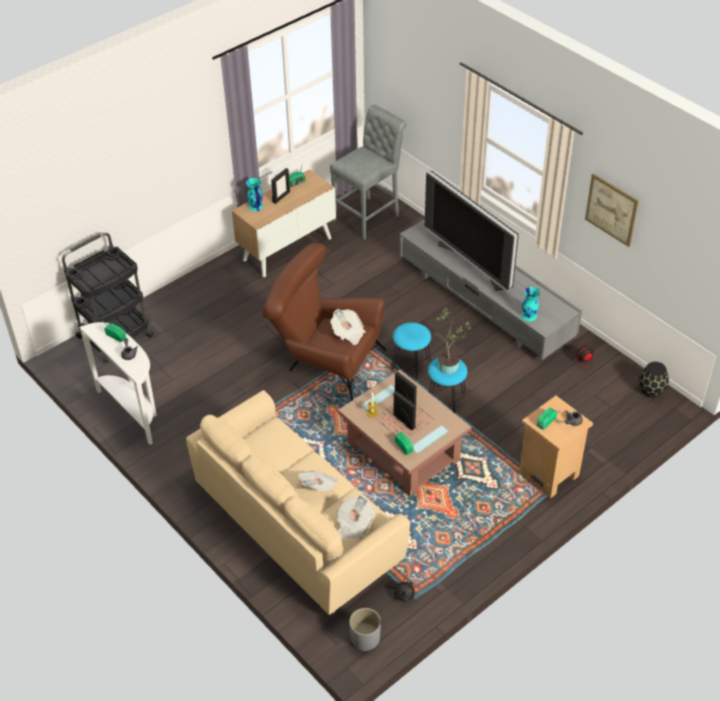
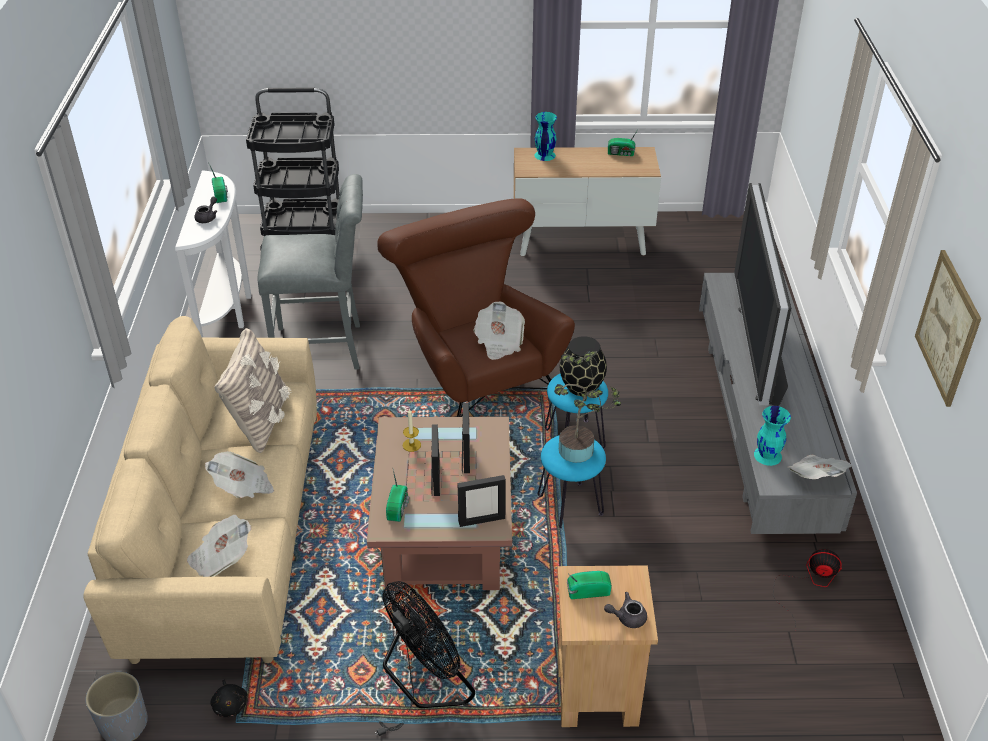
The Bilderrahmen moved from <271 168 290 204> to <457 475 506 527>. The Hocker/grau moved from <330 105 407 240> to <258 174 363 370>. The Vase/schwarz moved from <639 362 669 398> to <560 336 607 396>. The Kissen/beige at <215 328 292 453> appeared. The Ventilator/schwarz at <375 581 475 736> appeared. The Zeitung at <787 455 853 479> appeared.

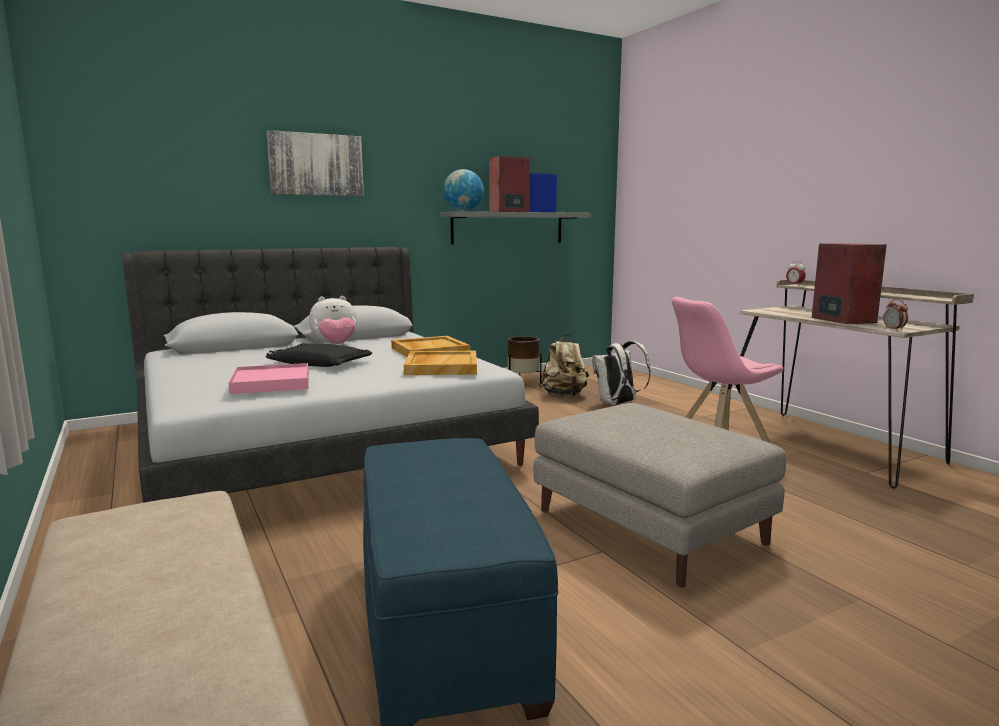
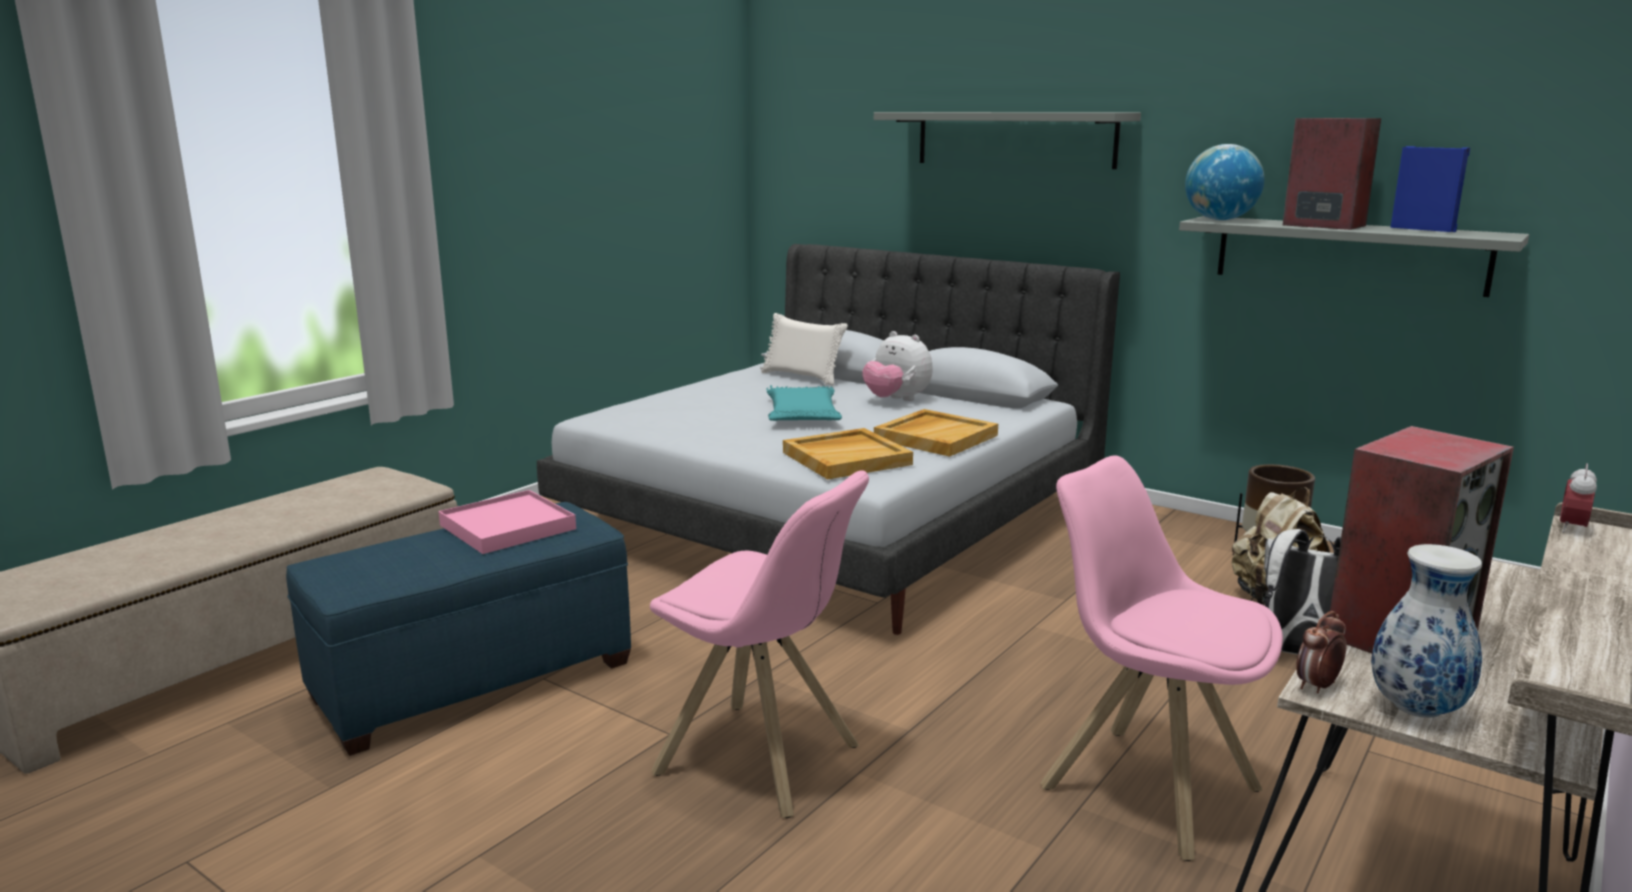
The Tablett/rosa moved from <228 363 309 394> to <439 490 576 554>. The Kissen/schwarz at <265 343 372 367> became the Kissen/türkis at <766 385 842 421>. The Bild at <266 130 364 196> was replaced by the Wandregal/grau at <874 112 1141 169>. The Polsterhocker/grau at <534 403 786 588> was replaced by the Stuhl/rosa at <650 470 869 818>. The Kissen/weiß at <761 313 848 386> appeared. The Vase at <1371 544 1482 718> appeared.

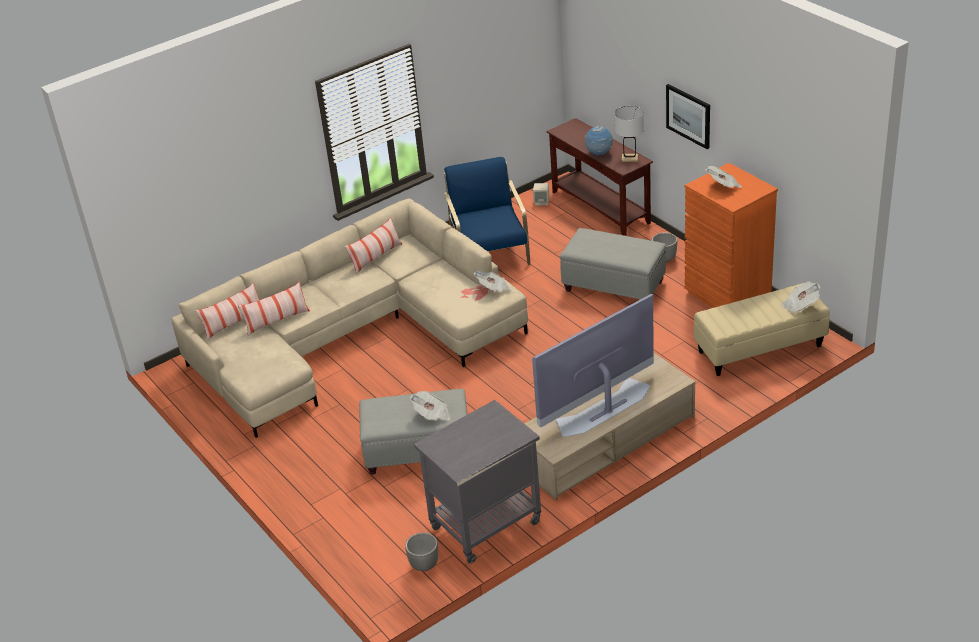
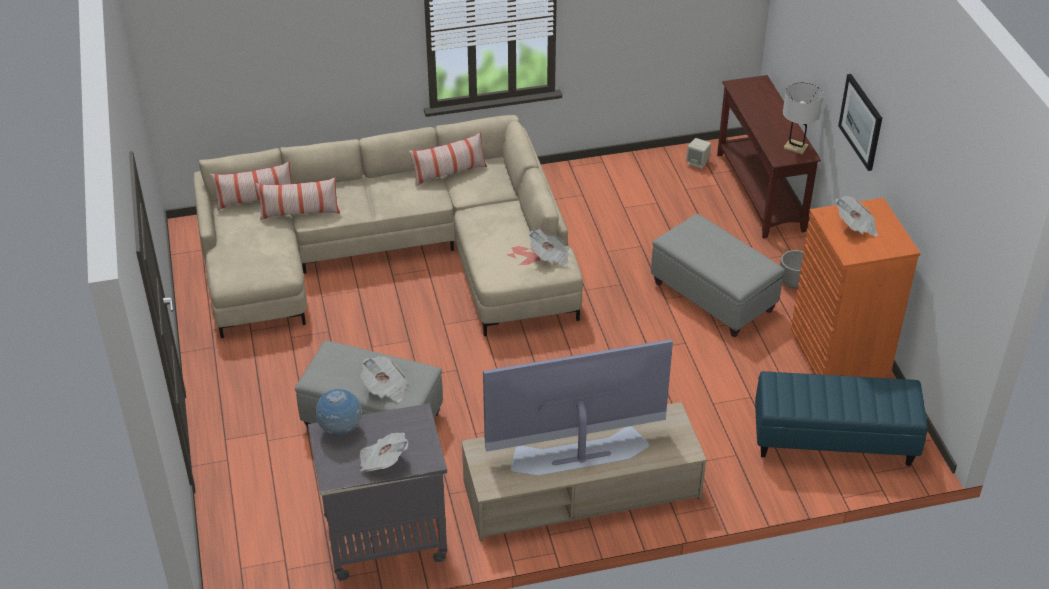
The Pflanzkübel at <405 532 438 571> disappeared. The Sessel/blau at <444 157 530 265> disappeared. The Globus moved from <585 126 613 155> to <315 389 362 435>. The Polsterhocker/beige at <694 283 830 376> became the Polsterhocker/blau at <755 371 928 466>. The Zeitung moved from <781 282 821 314> to <360 432 408 471>.

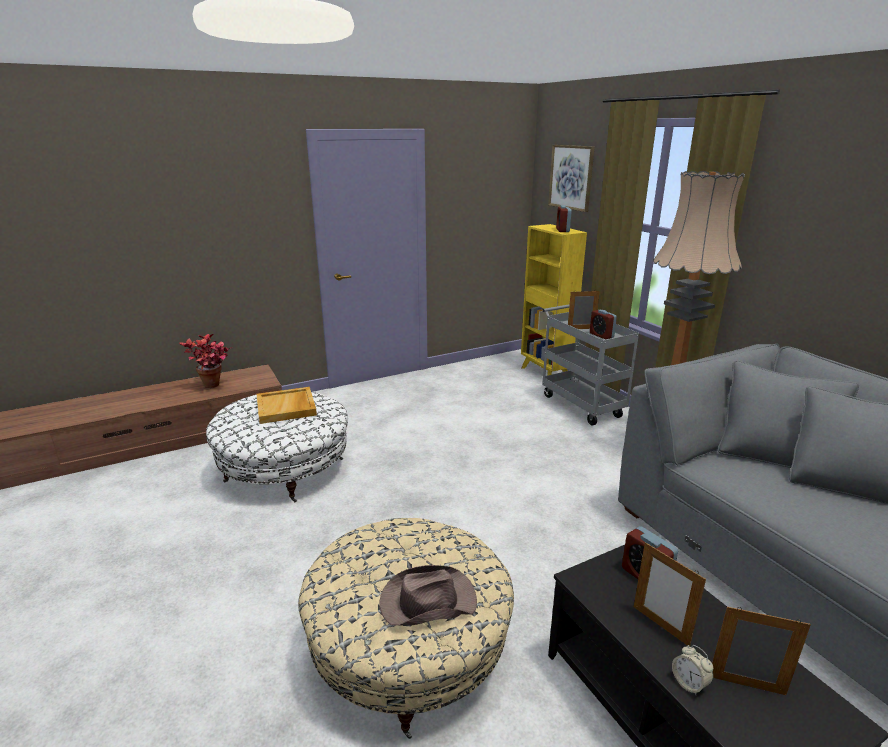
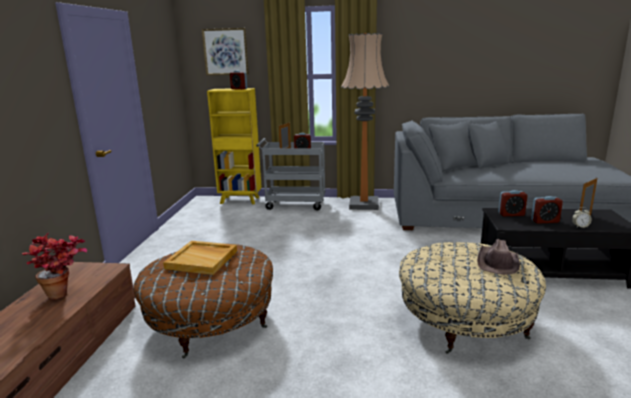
The Polsterhocker/weiß at <206 392 348 502> became the Polsterhocker/braun at <134 244 273 359>. The Bilderrahmen at <634 542 706 647> was replaced by the Wecker at <531 196 563 224>.

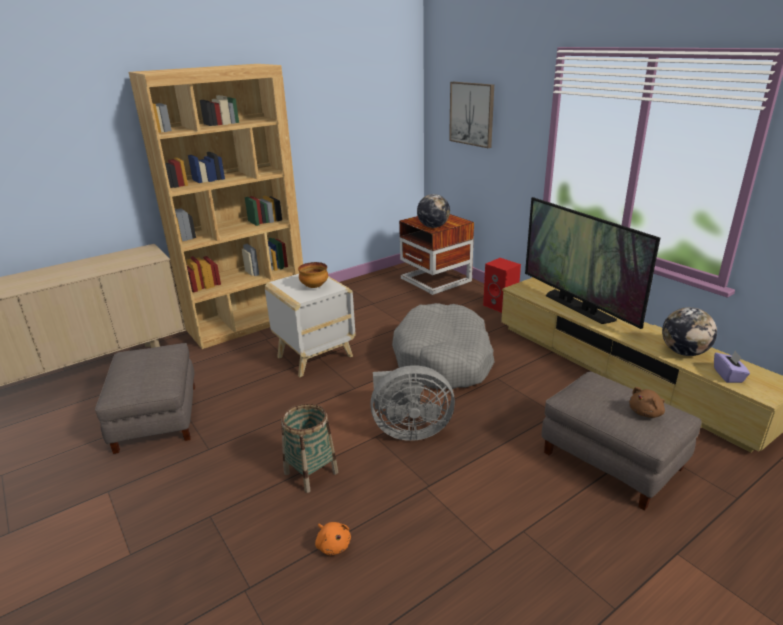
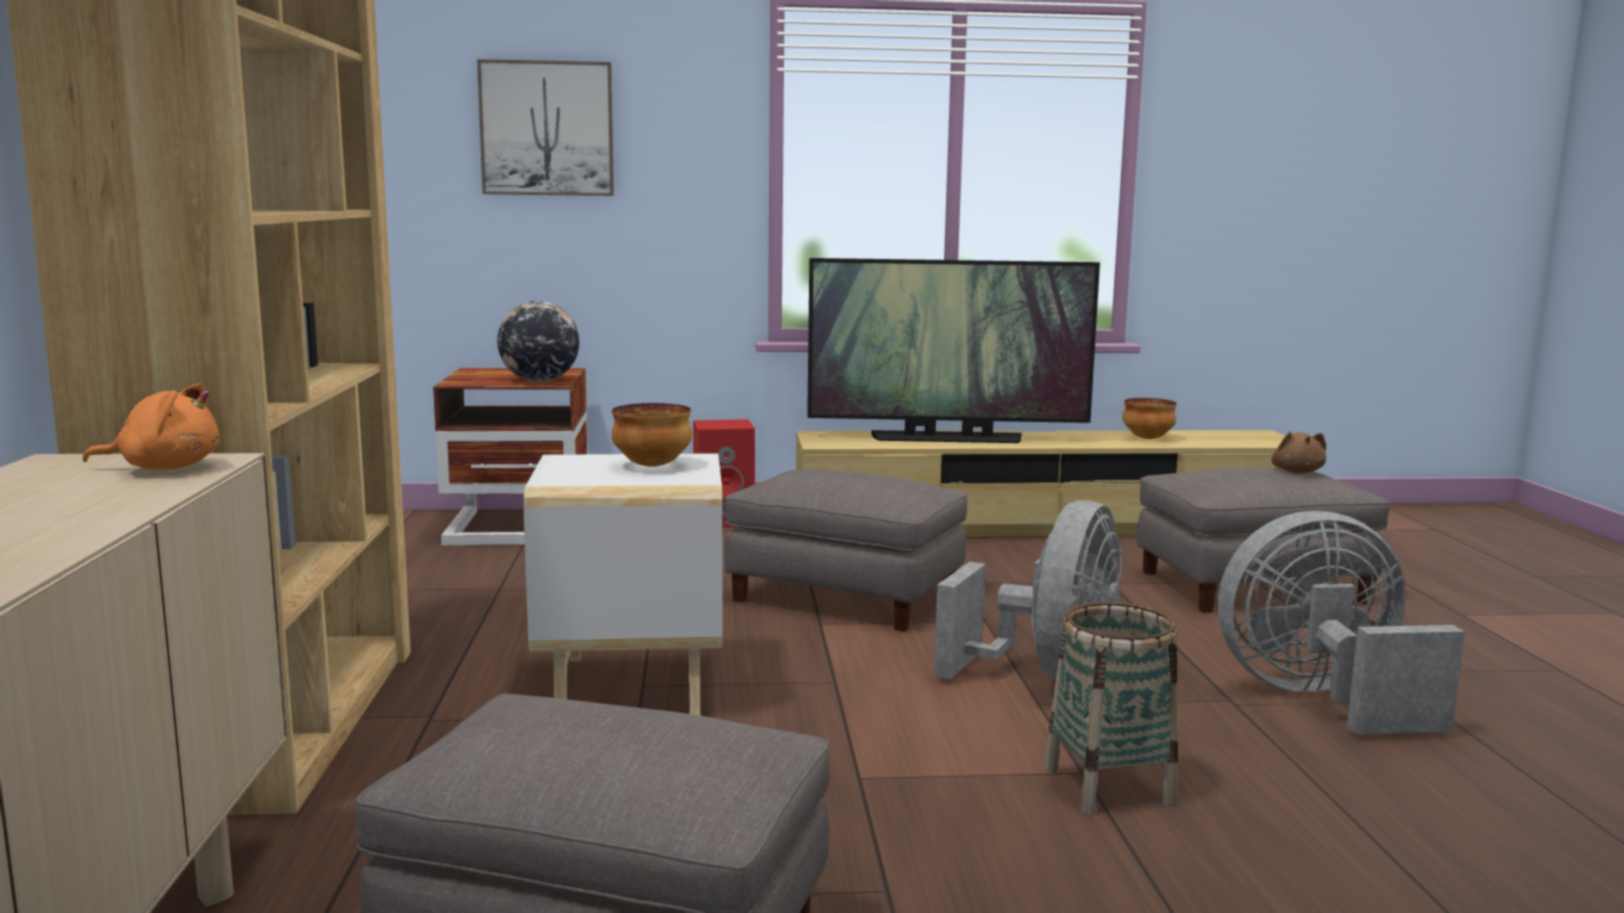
The Plüschtier/orange moved from <315 522 351 556> to <83 383 220 470>. The Hundebett/grau at <392 303 495 389> was replaced by the Polsterhocker/grau at <724 469 967 631>. The Globus at <662 307 717 356> was replaced by the Schüssel at <1122 398 1177 439>. The Taschentuchbox/lila at <714 350 750 383> disappeared. The Ventilator/grau at <1218 511 1465 734> appeared.

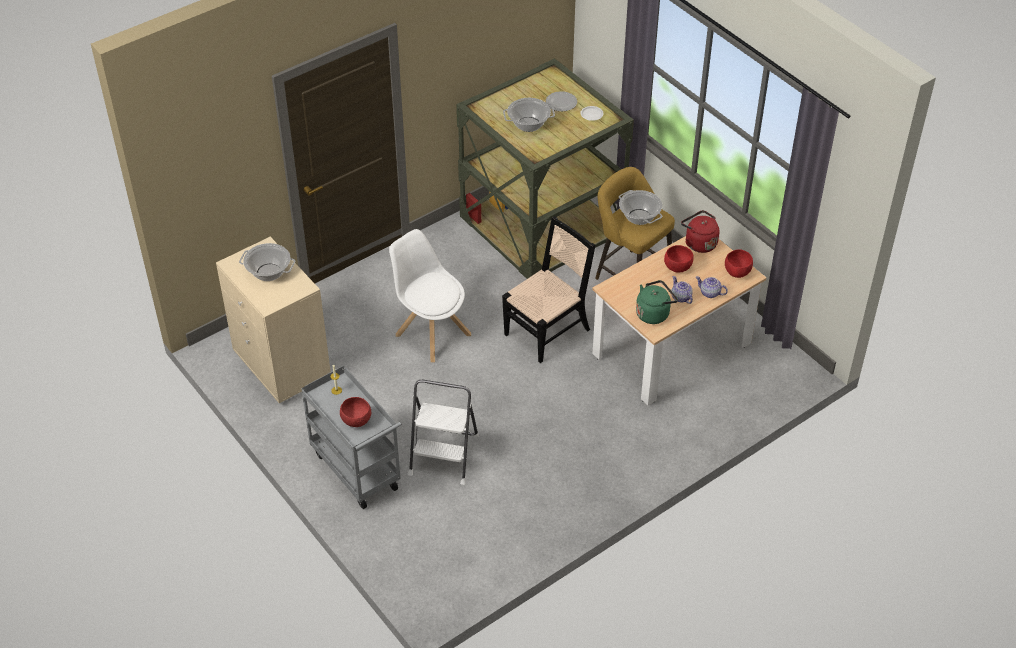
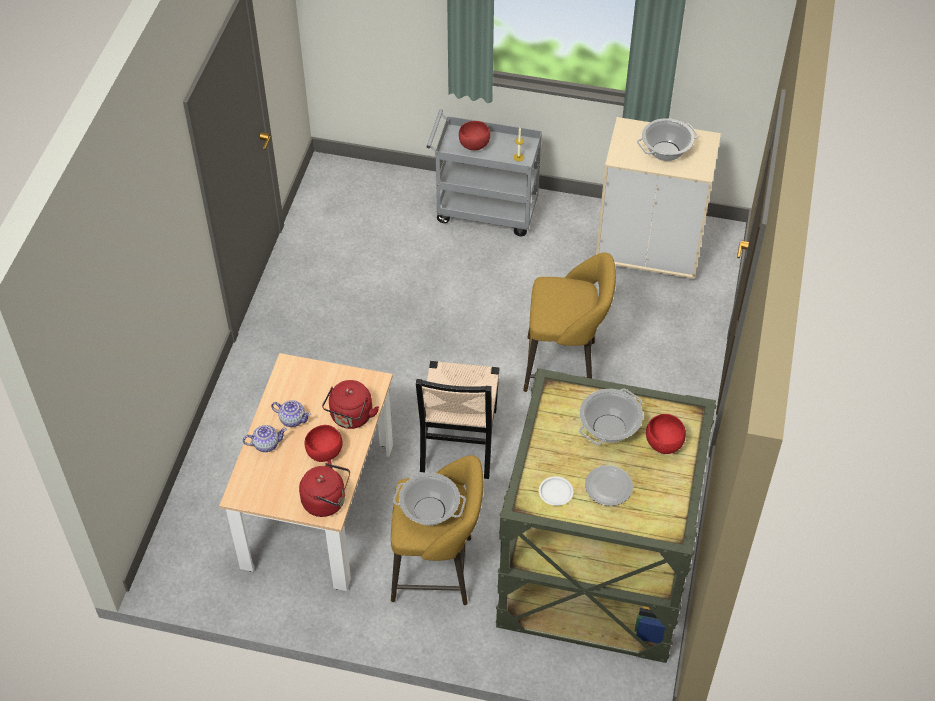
The Stuhl/weiß at <389 229 471 363> was replaced by the Hocker/gelb at <523 253 616 392>. The Trittleiter/weiß at <408 380 479 485> disappeared. The Wasserkessel/grün at <636 280 678 324> disappeared. The Schüssel/rot moved from <725 249 753 278> to <646 414 686 454>. The Wasserkessel/rot at <322 380 379 429> appeared.

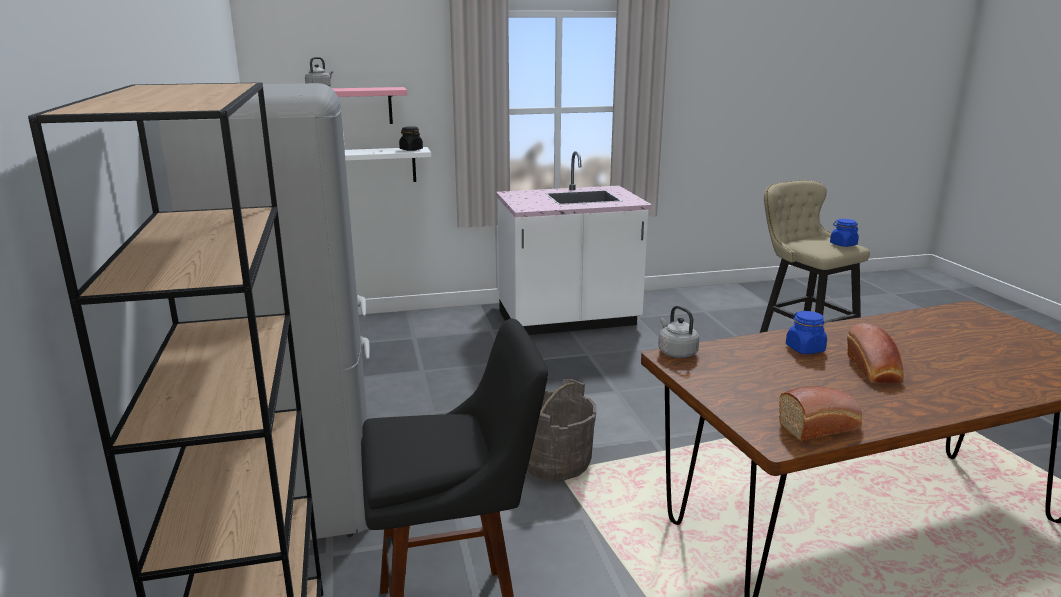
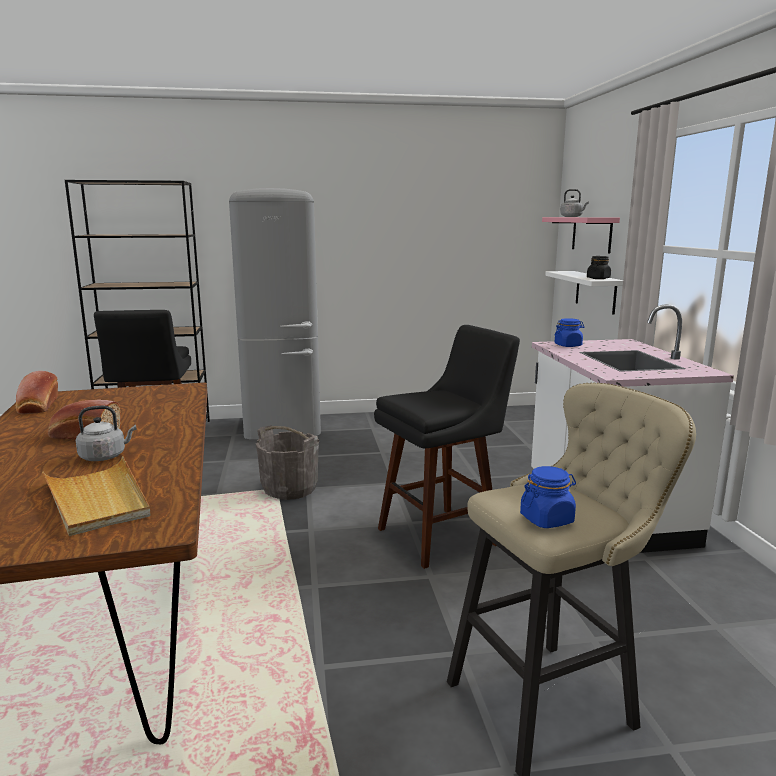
The Wasserkessel/grau moved from <658 306 700 358> to <76 406 136 461>. The Vorratsglas/blau moved from <786 311 827 354> to <555 318 584 347>. The Tablett/beige at <42 456 151 536> appeared. The Hocker/schwarz at <374 325 520 569> appeared.

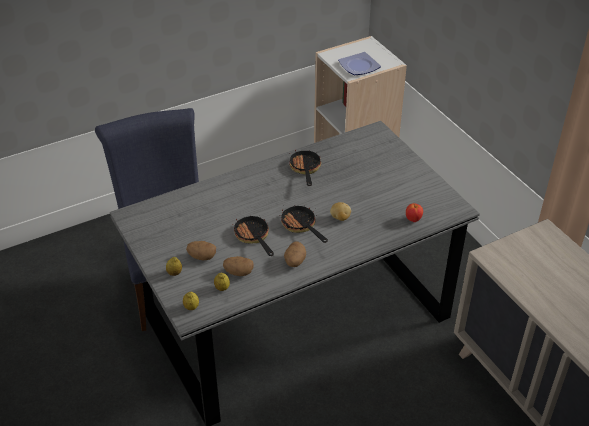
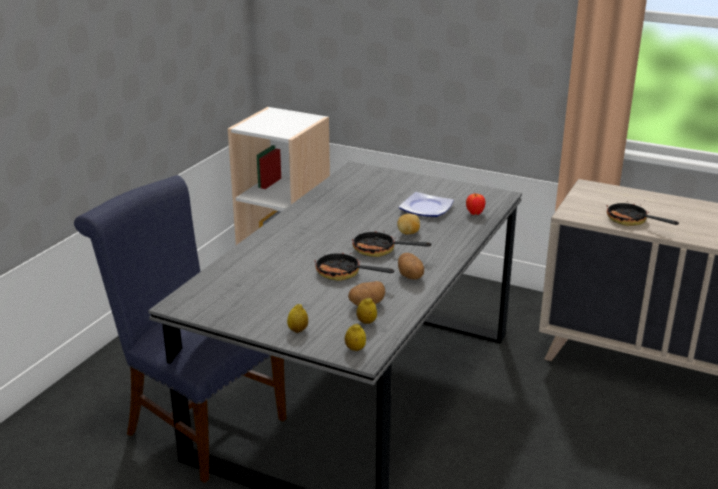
The Kartoffel at <186 241 216 260> disappeared. The Pfanne moved from <289 150 321 186> to <607 199 679 226>. The Teller moved from <338 52 381 75> to <399 192 454 217>.

